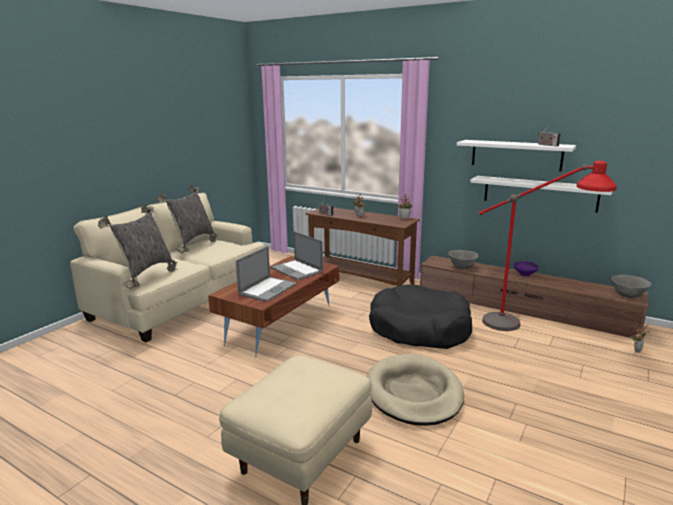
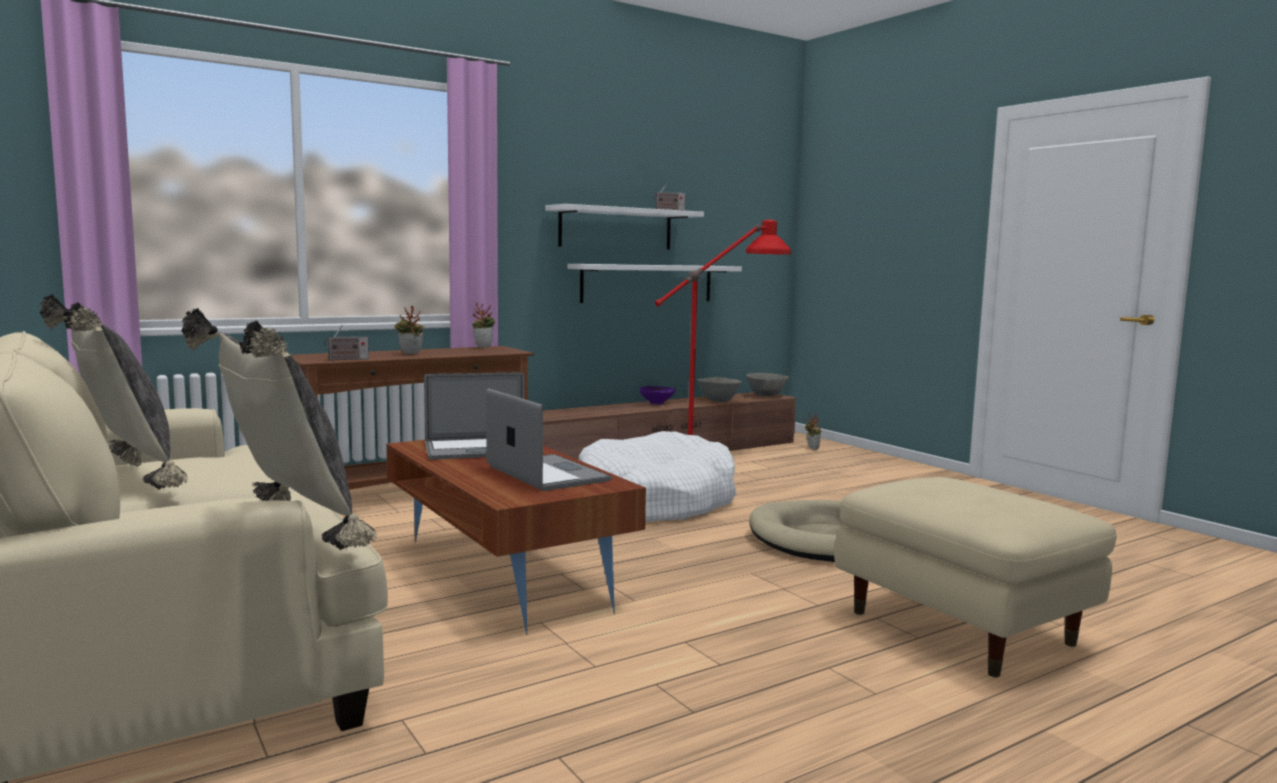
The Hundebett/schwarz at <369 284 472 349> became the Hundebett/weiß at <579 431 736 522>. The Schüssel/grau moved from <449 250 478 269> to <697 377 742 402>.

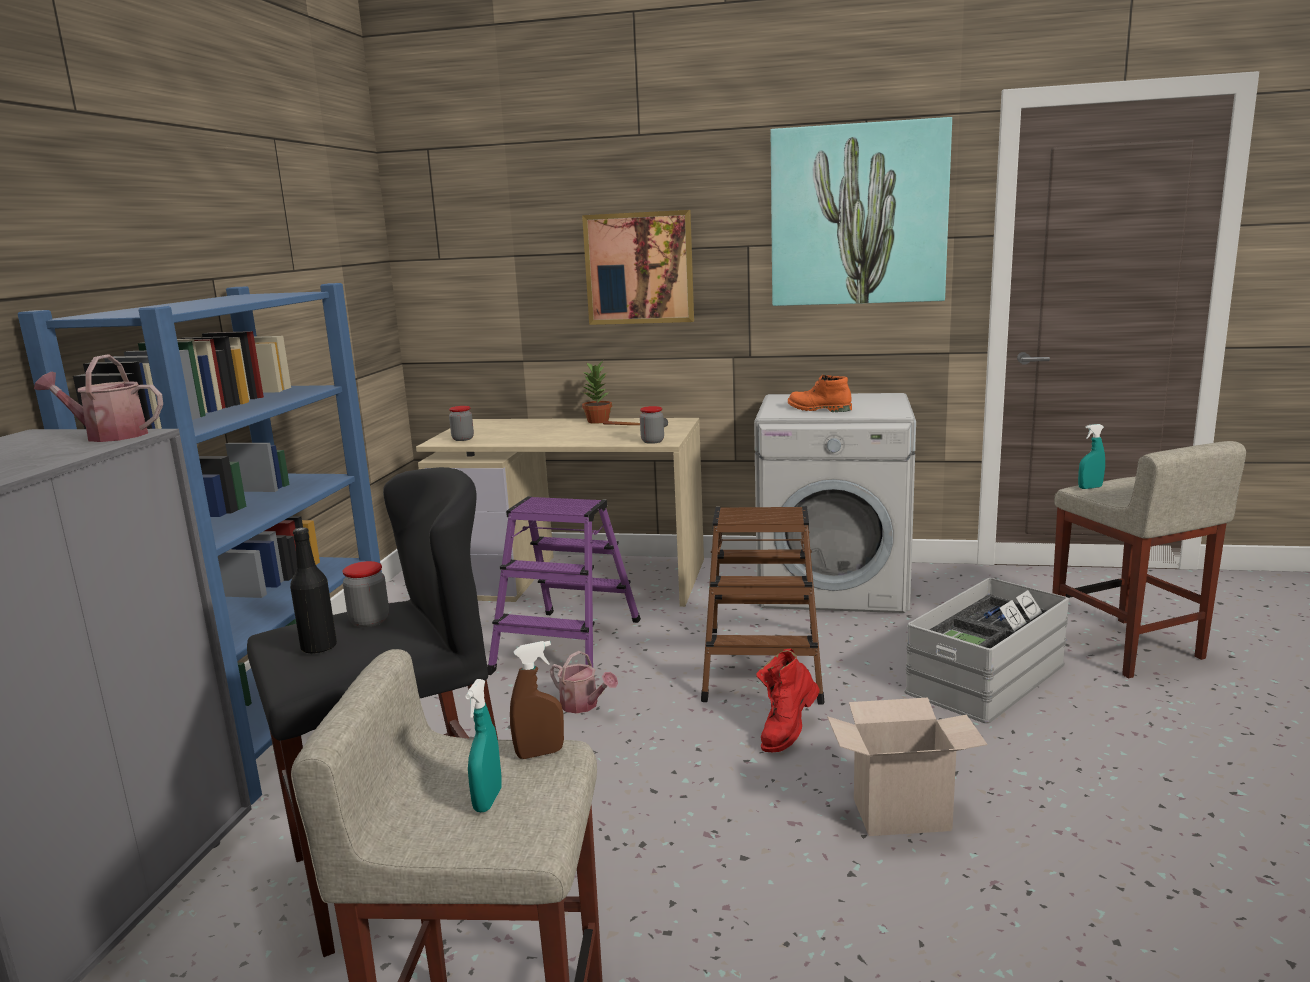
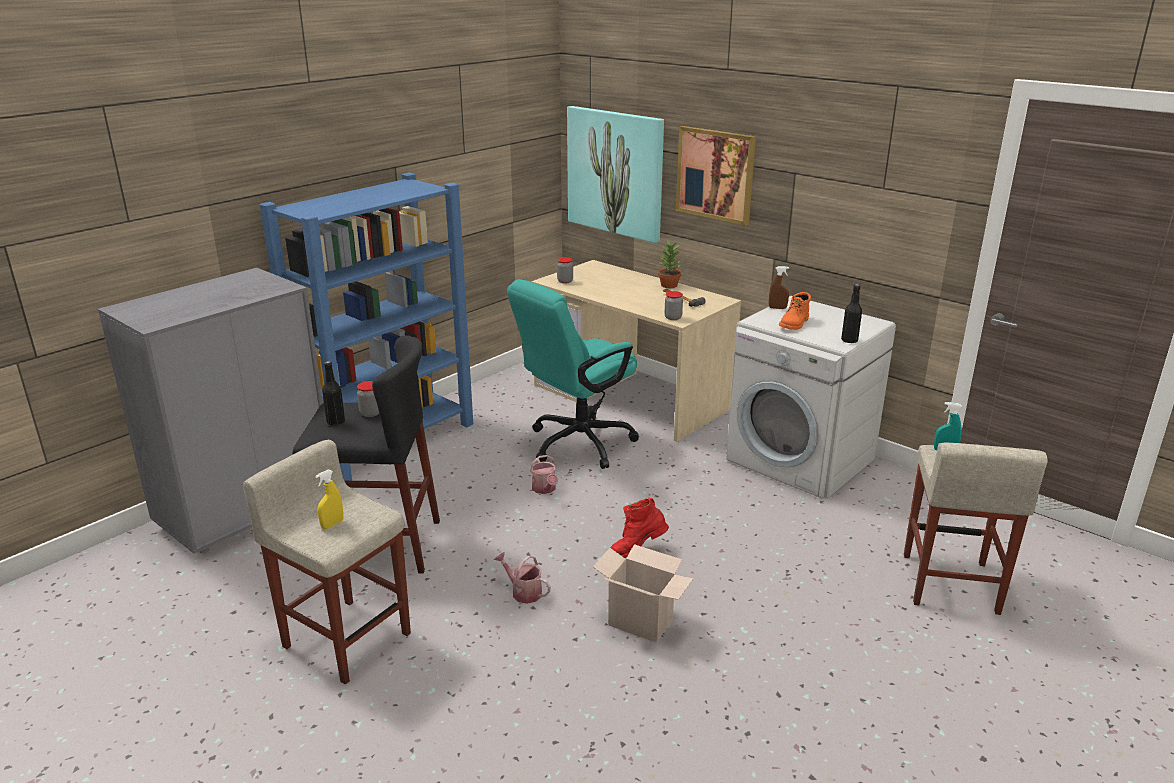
The Gießkanne moved from <34 355 163 442> to <494 552 551 604>. The Sprühflasche/türkis at <465 679 502 812> became the Sprühflasche/gelb at <315 470 343 529>. The Trittleiter/lila at <487 496 641 675> was replaced by the Bürostuhl/türkis at <507 279 639 469>. The Sprühflasche/braun moved from <510 641 564 759> to <769 266 789 309>. The Trittleiter/braun at <701 506 824 705> disappeared. The Bild moved from <771 117 952 306> to <567 106 664 243>. The Stiefel/orange at <788 375 852 412> turned 120 degrees counterclockwise. The Aufbewahrungsbox/grau at <905 578 1069 723> disappeared. The Flasche/schwarz at <841 284 862 343> appeared.

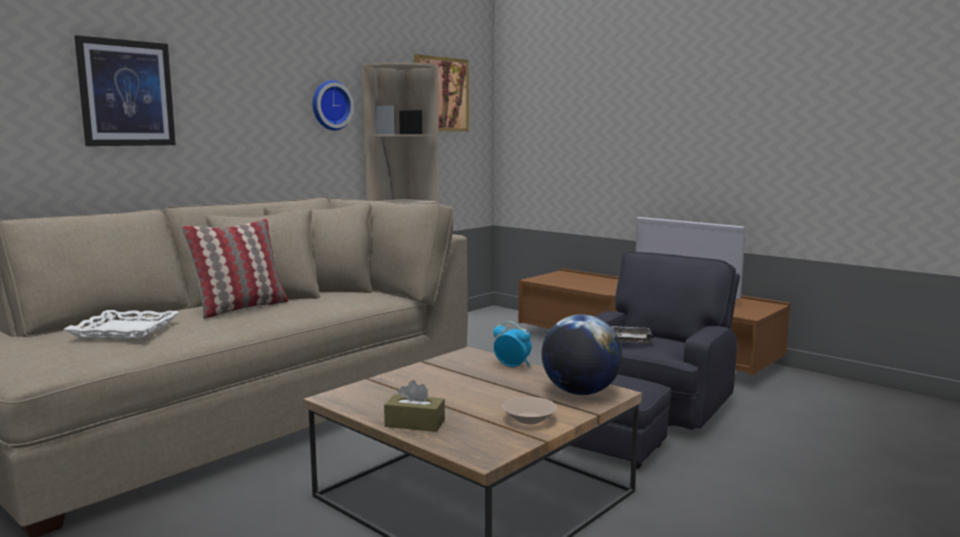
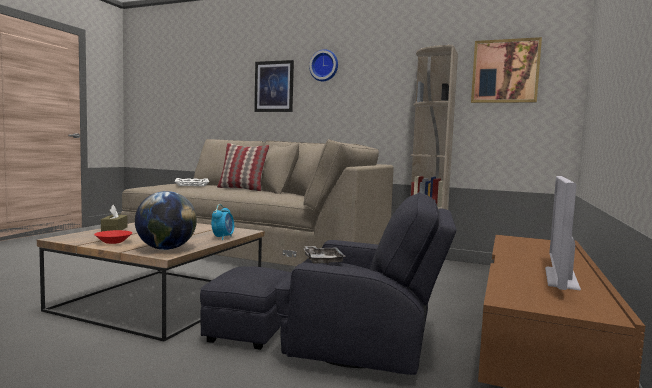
The Wanduhr moved from <313 80 354 130> to <309 49 338 81>. The Schüssel/beige at <502 397 557 424> became the Schüssel/rot at <94 230 132 244>.

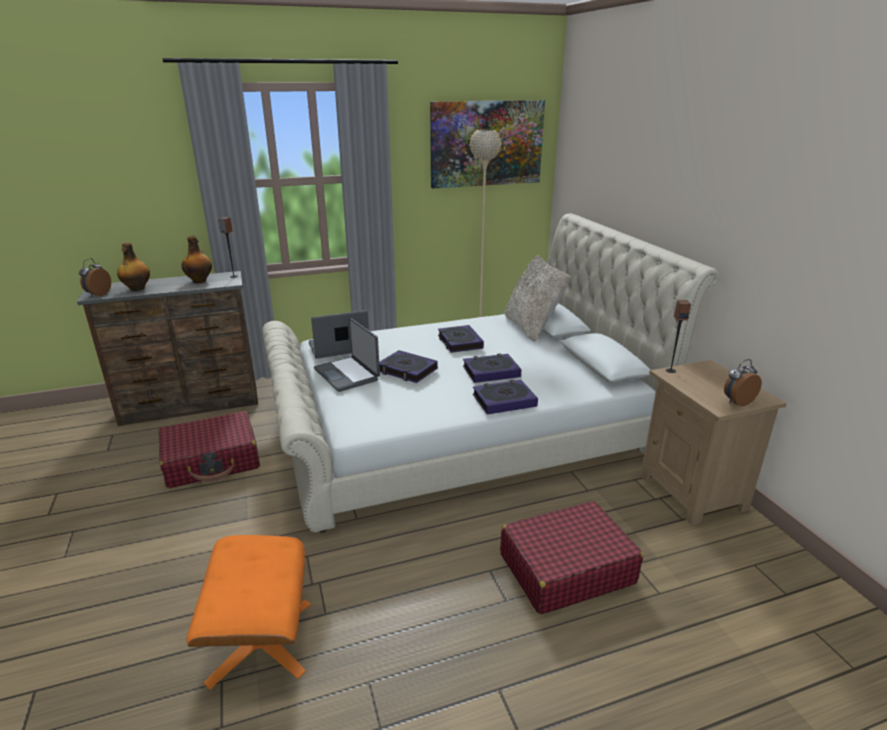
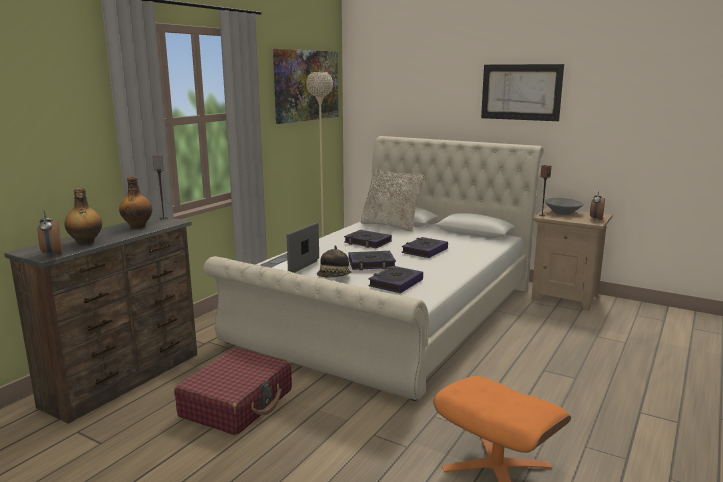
The Laptop at <314 318 380 392> was replaced by the Hut at <317 245 352 278>. The Buch moved from <473 380 538 415> to <368 266 423 293>. The Koffer/rot at <500 501 643 614> disappeared. The Bild at <481 64 564 121> appeared. The Schüssel/grau at <545 198 584 215> appeared.

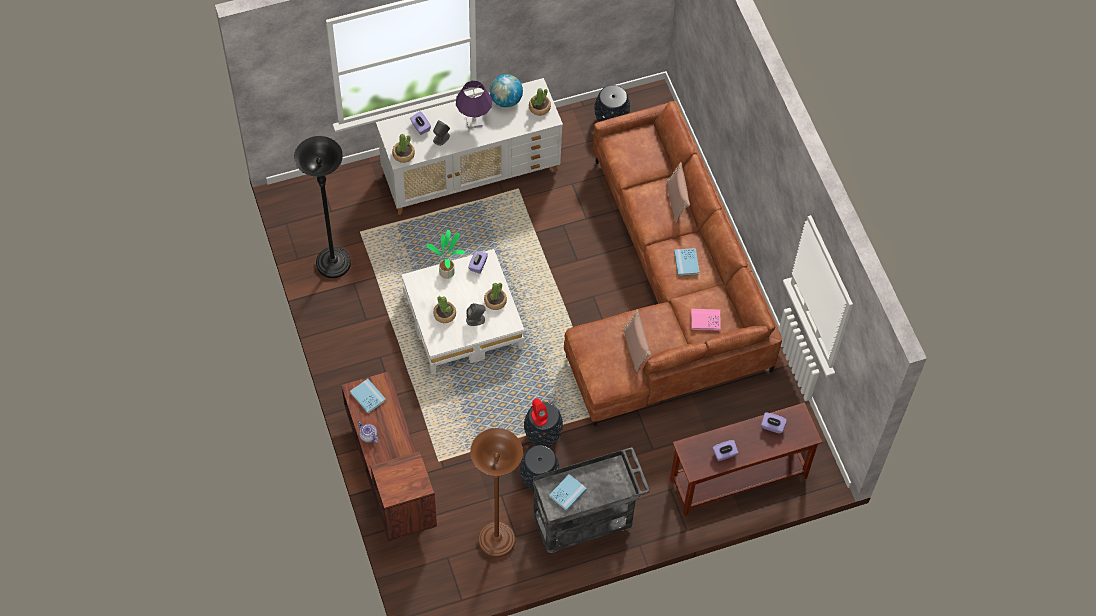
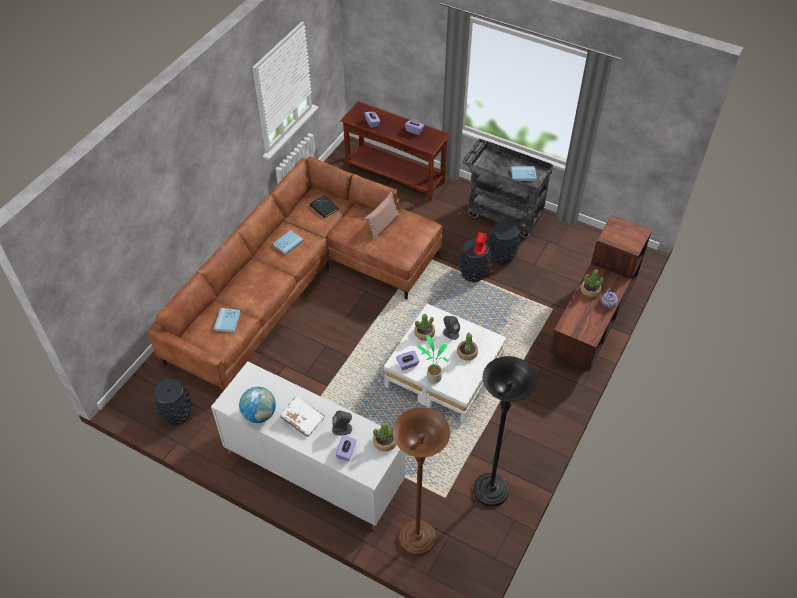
The Buch/blau moved from <350 379 386 413> to <214 308 241 333>. The Tischlampe/lila at <456 81 492 129> was replaced by the Buch/weiß at <280 396 325 437>. The Stehlampe/braun moved from <470 428 523 558> to <393 407 450 556>. The Topfpflanze moved from <529 88 551 116> to <581 270 604 298>. The Kissen/beige at <665 162 690 222> disappeared. The Buch/rosa at <691 309 721 331> became the Buch/schwarz at <310 195 339 218>.

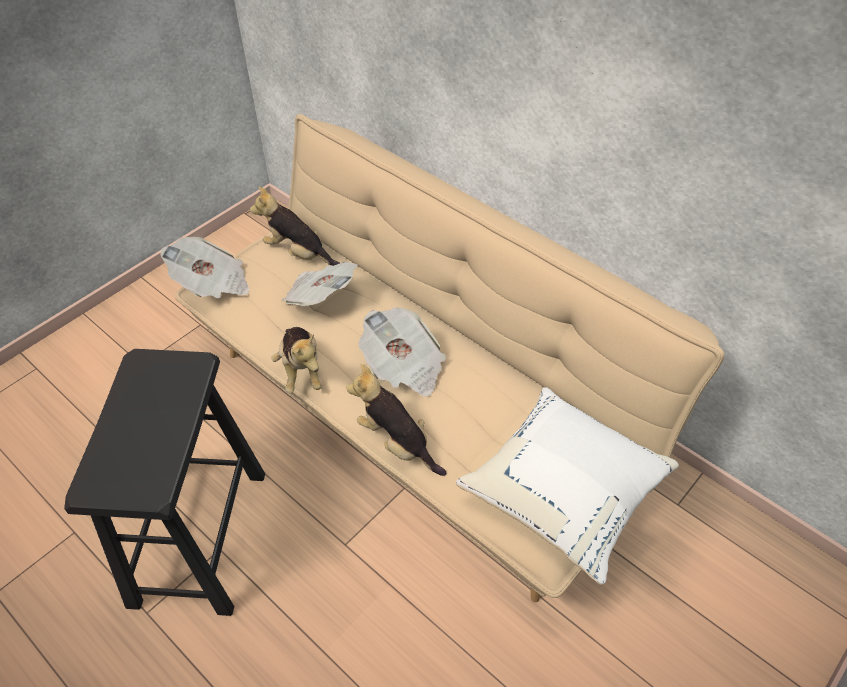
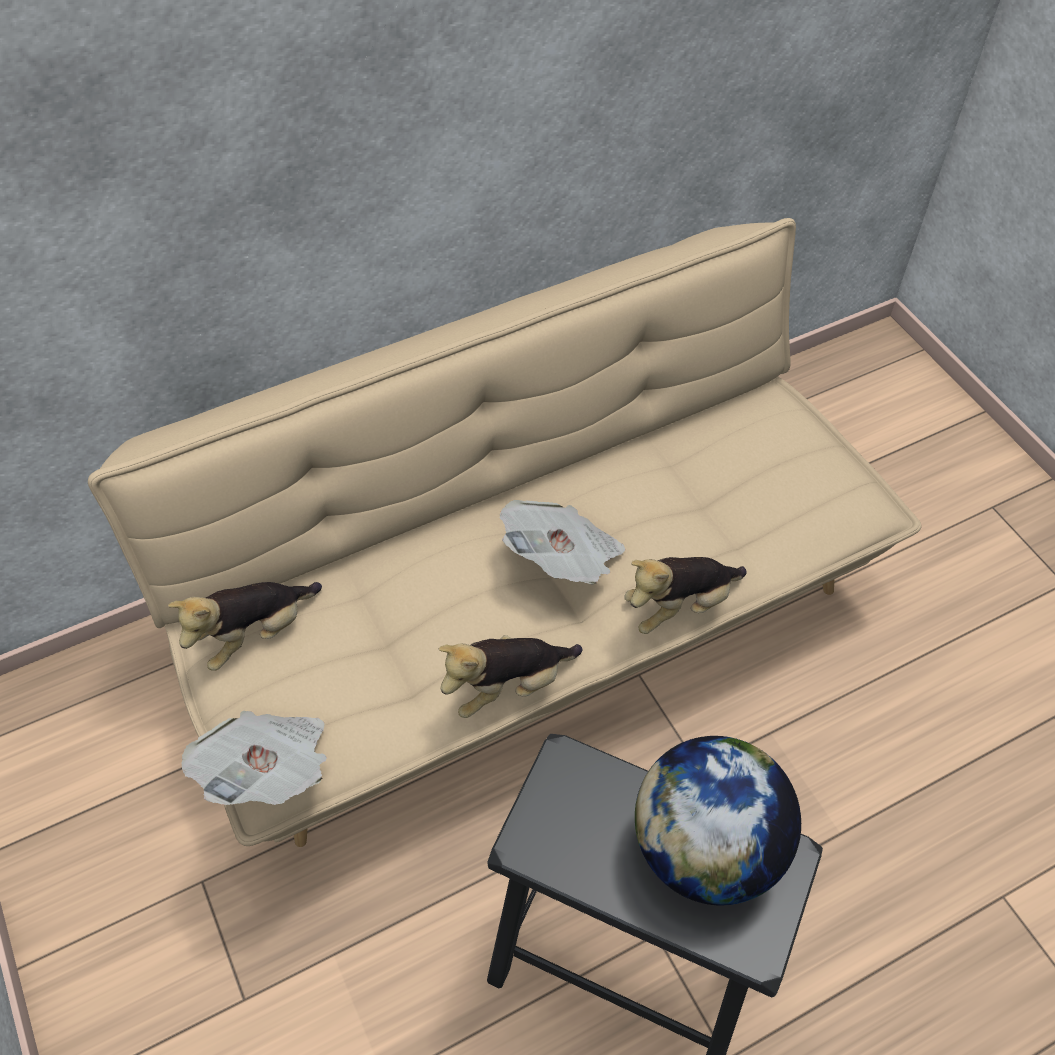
The Plüschtier at <271 327 322 393> turned 150 degrees clockwise. The Zeitung at <281 261 358 306> disappeared. The Kissen/weiß at <456 387 679 585> disappeared. The Globus at <635 736 801 905> appeared.

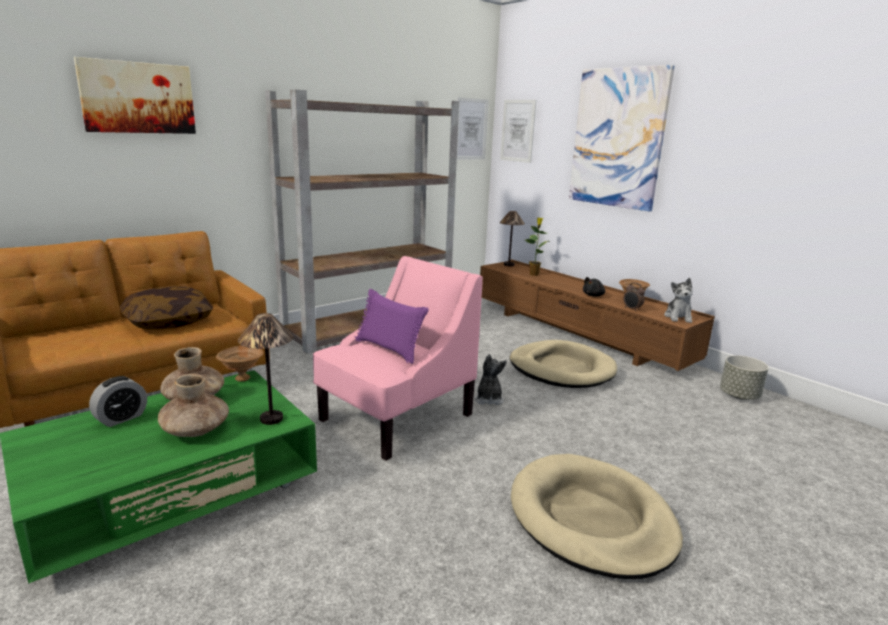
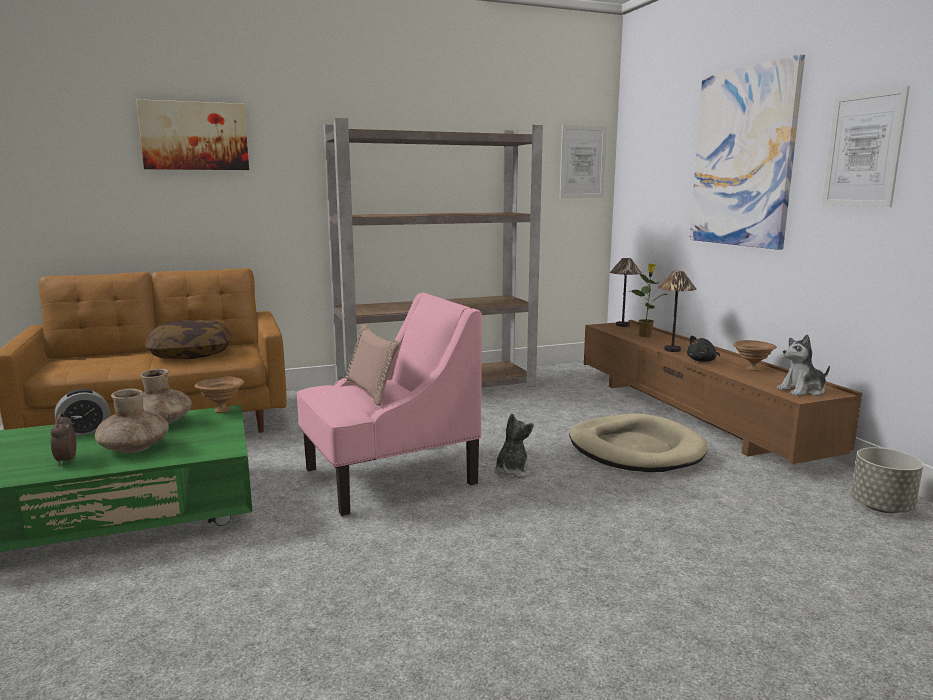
The Tischlampe moved from <238 313 293 425> to <658 271 696 352>. The Kissen/lila at <355 289 429 364> became the Kissen/beige at <344 324 400 406>. The Bild moved from <500 100 537 163> to <822 86 910 207>. The Hundebett/beige at <511 454 683 579> disappeared. The Wecker moved from <623 282 645 310> to <51 413 76 466>. The Plüschtier at <664 278 692 323> turned 45 degrees clockwise.

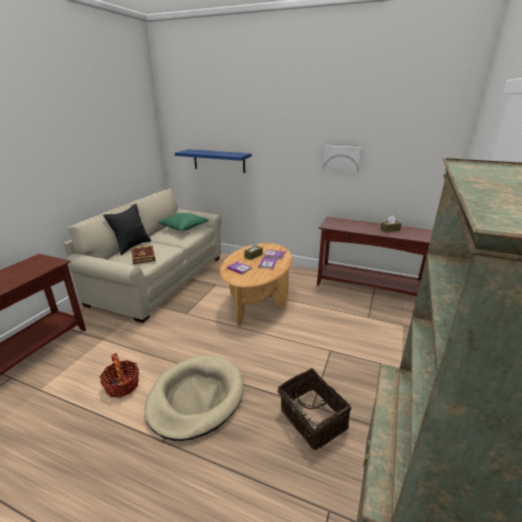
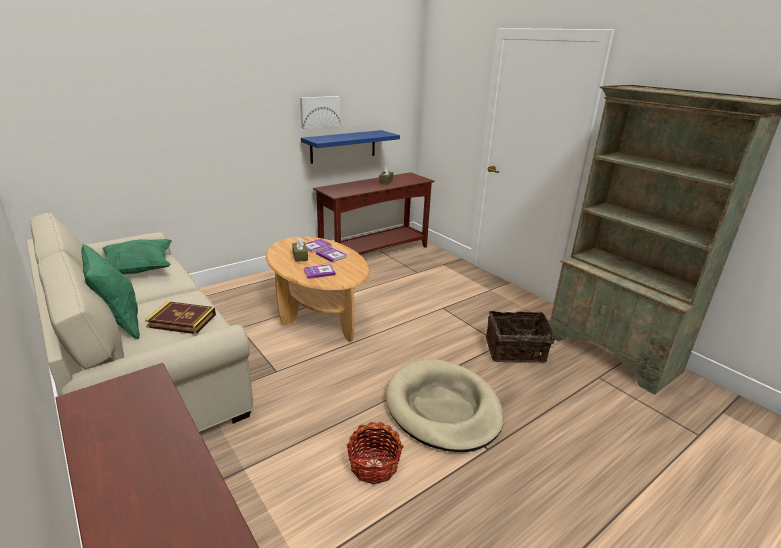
The Kissen/schwarz at <103 204 151 255> became the Kissen/grün at <81 243 140 339>. The Wandregal/blau moved from <175 149 252 173> to <301 130 400 164>.

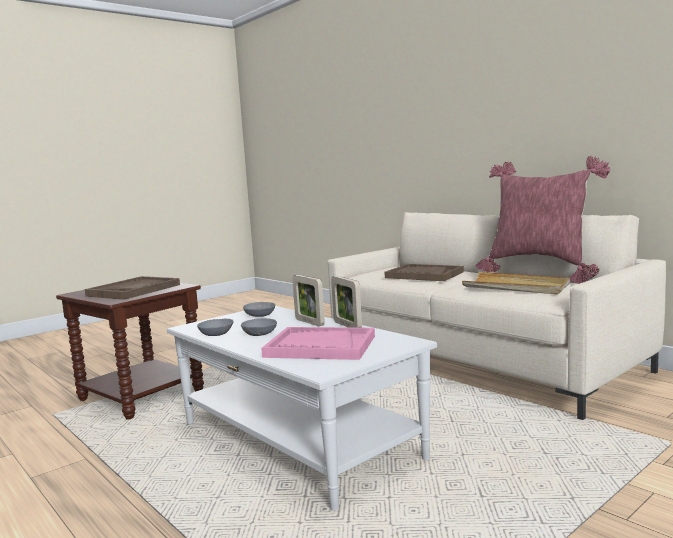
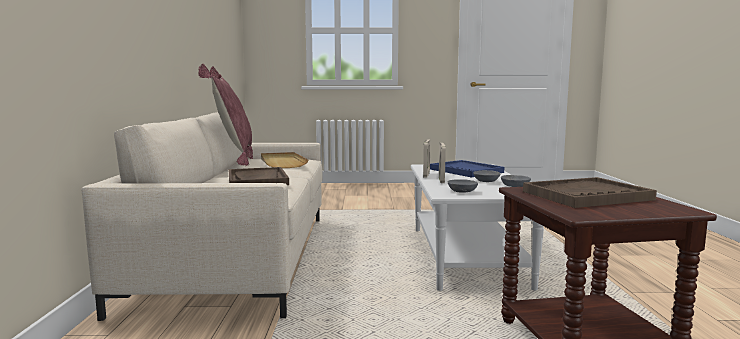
The Tablett/rosa at <261 327 375 360> became the Tablett/blau at <430 160 504 178>.

